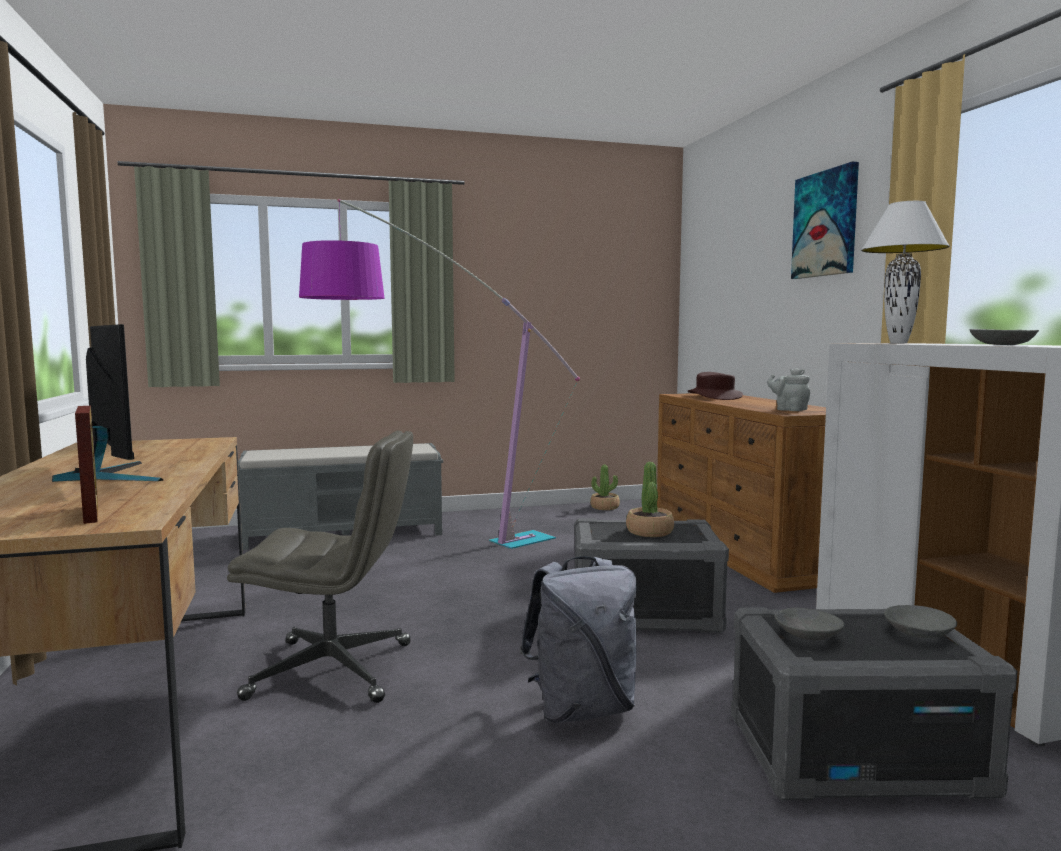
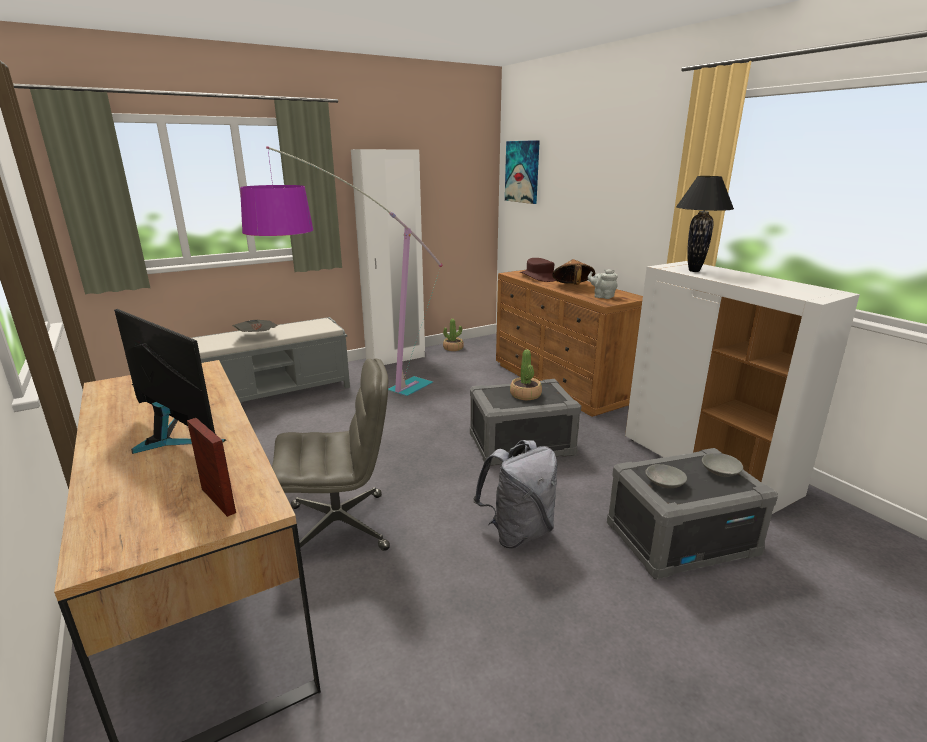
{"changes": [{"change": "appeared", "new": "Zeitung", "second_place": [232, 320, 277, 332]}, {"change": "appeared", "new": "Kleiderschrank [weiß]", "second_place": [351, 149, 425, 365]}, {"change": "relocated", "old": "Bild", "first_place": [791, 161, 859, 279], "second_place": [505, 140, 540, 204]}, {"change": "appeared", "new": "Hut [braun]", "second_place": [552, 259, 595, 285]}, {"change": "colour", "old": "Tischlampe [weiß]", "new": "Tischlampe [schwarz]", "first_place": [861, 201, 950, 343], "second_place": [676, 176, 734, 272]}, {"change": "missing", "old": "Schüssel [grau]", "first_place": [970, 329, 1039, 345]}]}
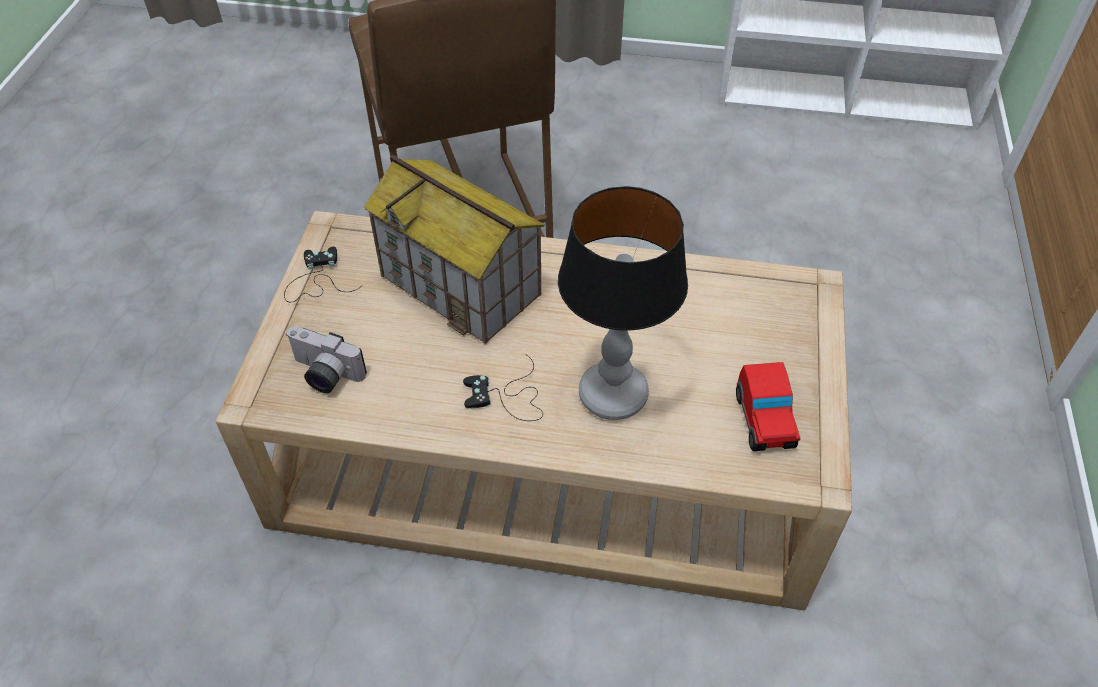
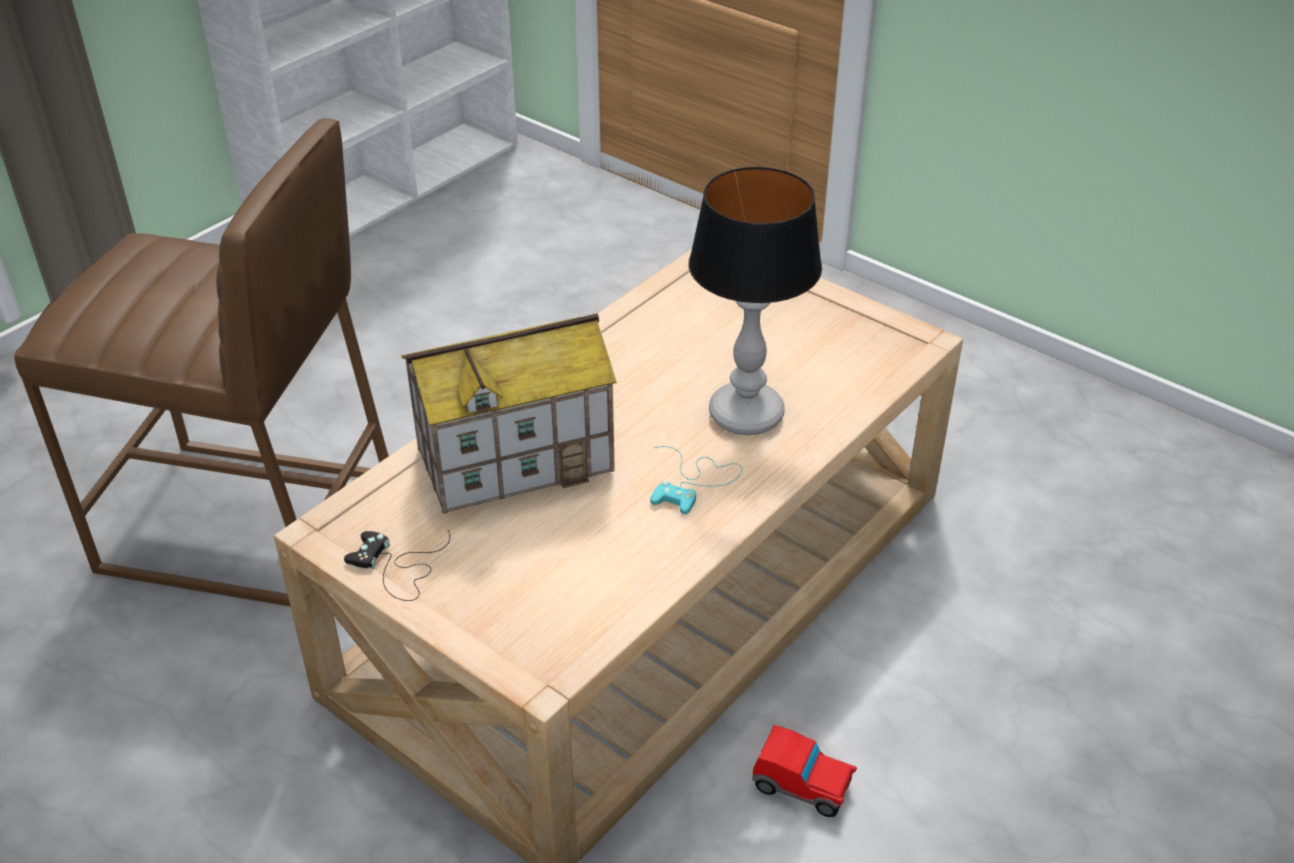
{"changes": [{"change": "colour", "old": "Gamepad [schwarz]", "new": "Gamepad [türkis]", "first_place": [463, 355, 543, 421], "second_place": [650, 446, 742, 515]}, {"change": "relocated", "old": "Spielzeugauto", "first_place": [736, 362, 800, 451], "second_place": [752, 725, 857, 817]}, {"change": "missing", "old": "Kamera", "first_place": [287, 326, 367, 393]}]}
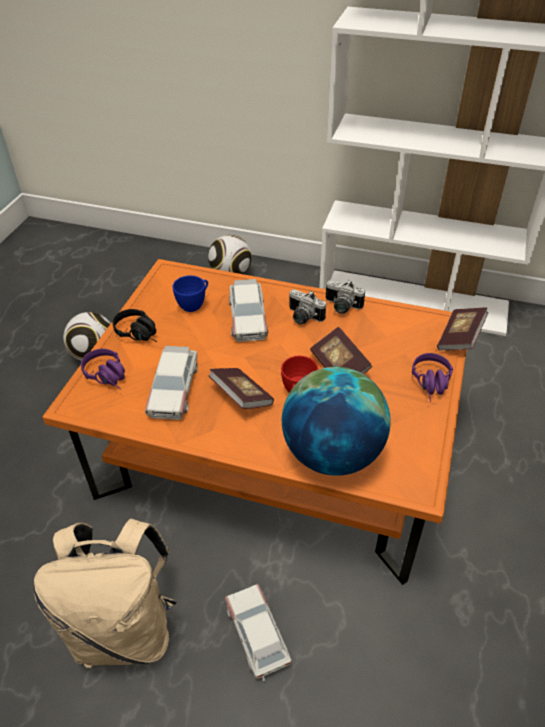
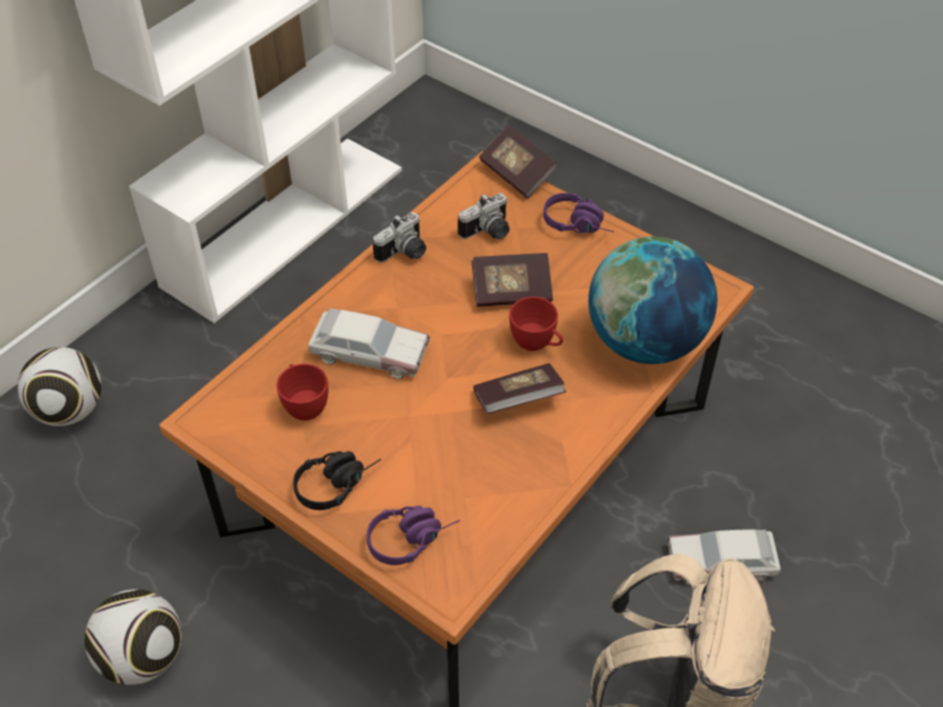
{"changes": [{"change": "colour", "old": "Tasse [blau]", "new": "Tasse [rot]", "first_place": [172, 275, 208, 312], "second_place": [276, 364, 328, 421]}, {"change": "relocated", "old": "Kamera", "first_place": [289, 289, 326, 325], "second_place": [458, 193, 510, 239]}, {"change": "missing", "old": "Spielzeugauto", "first_place": [145, 346, 198, 420]}]}
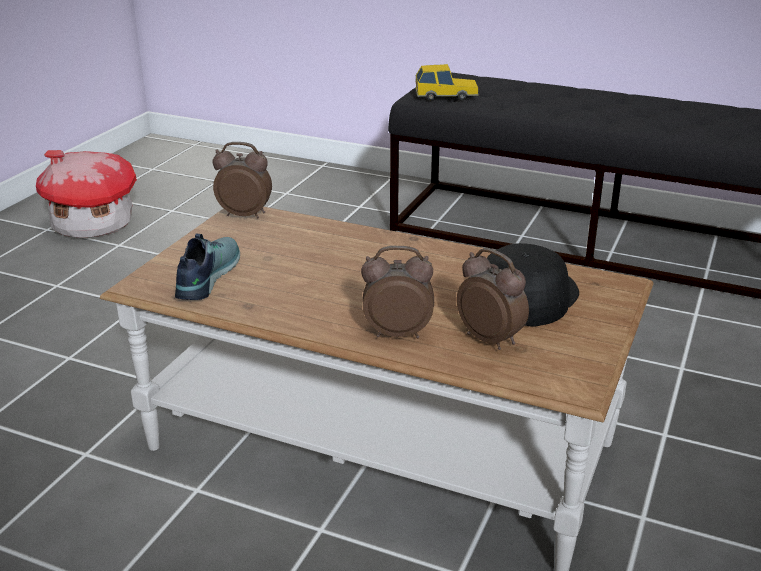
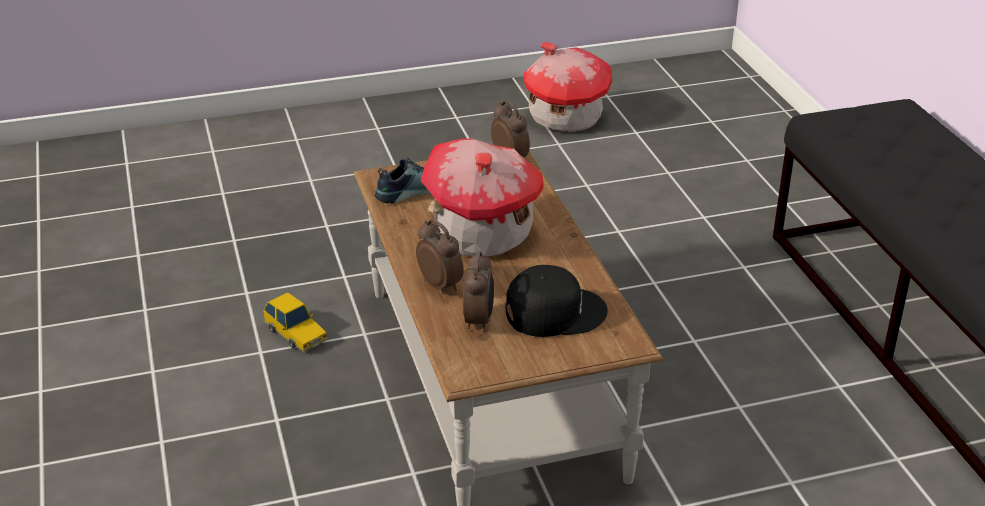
{"changes": [{"change": "relocated", "old": "Spielzeugauto", "first_place": [415, 64, 479, 100], "second_place": [263, 292, 328, 352]}, {"change": "appeared", "new": "Spielzeughaus", "second_place": [421, 139, 544, 256]}]}
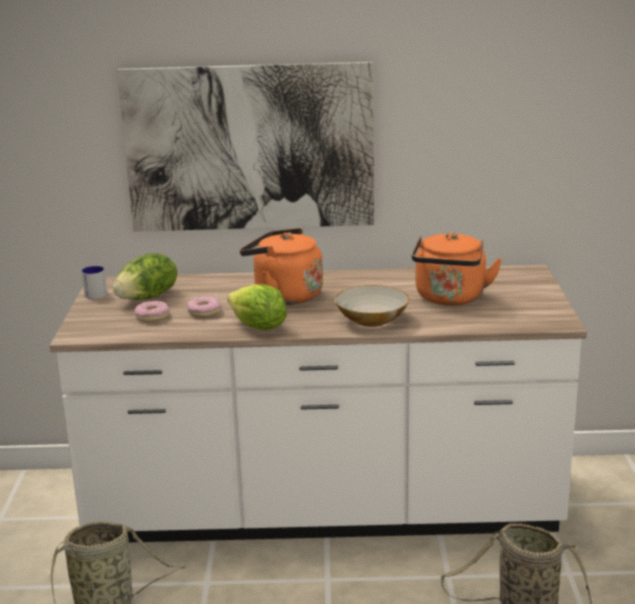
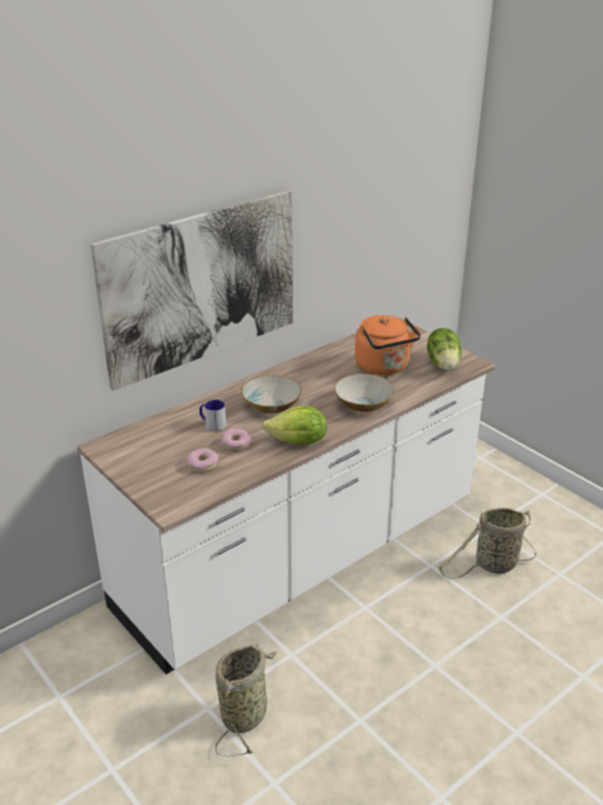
{"changes": [{"change": "relocated", "old": "Henkelbecher", "first_place": [82, 266, 107, 299], "second_place": [199, 400, 226, 431]}, {"change": "exchanged", "old": "Wasserkessel [orange]", "new": "Schüssel", "first_place": [240, 228, 323, 305], "second_place": [241, 375, 302, 413]}, {"change": "relocated", "old": "Salatkopf", "first_place": [113, 253, 177, 300], "second_place": [427, 328, 461, 371]}]}
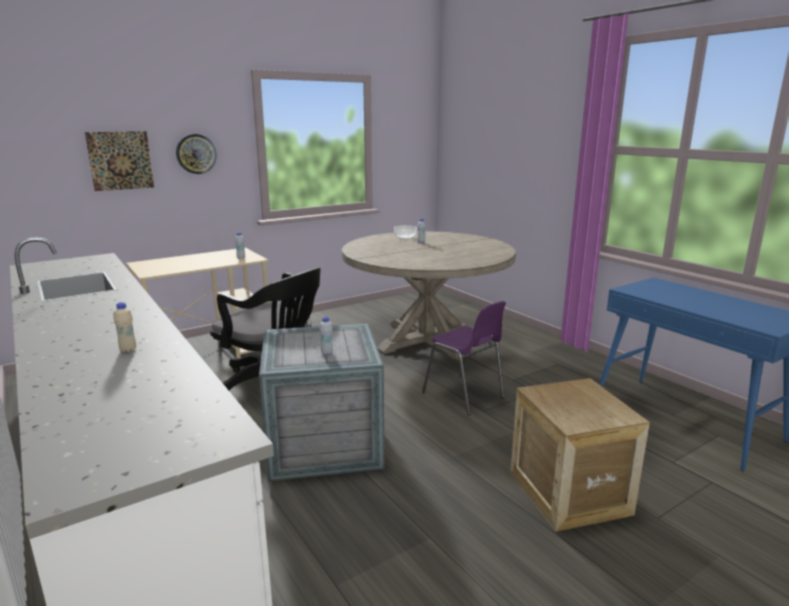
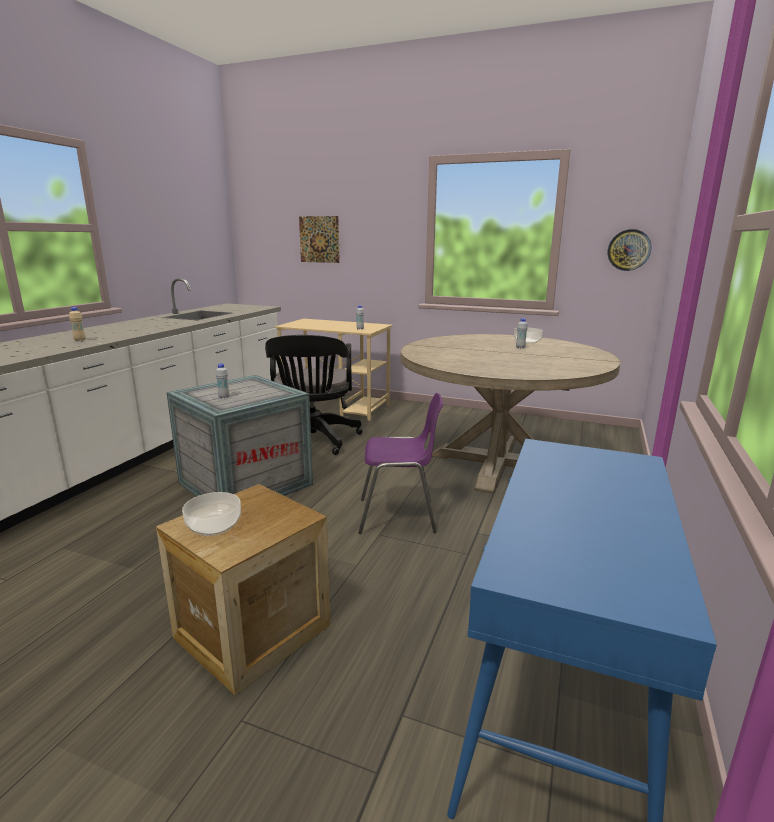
{"changes": [{"change": "appeared", "new": "Schüssel", "second_place": [182, 492, 241, 536]}, {"change": "spun", "old": "Stuhl [lila]", "first_place": [422, 301, 506, 415], "second_place": [358, 393, 443, 534], "degrees": -105}, {"change": "relocated", "old": "Wanduhr", "first_place": [176, 134, 217, 174], "second_place": [607, 229, 651, 271]}]}
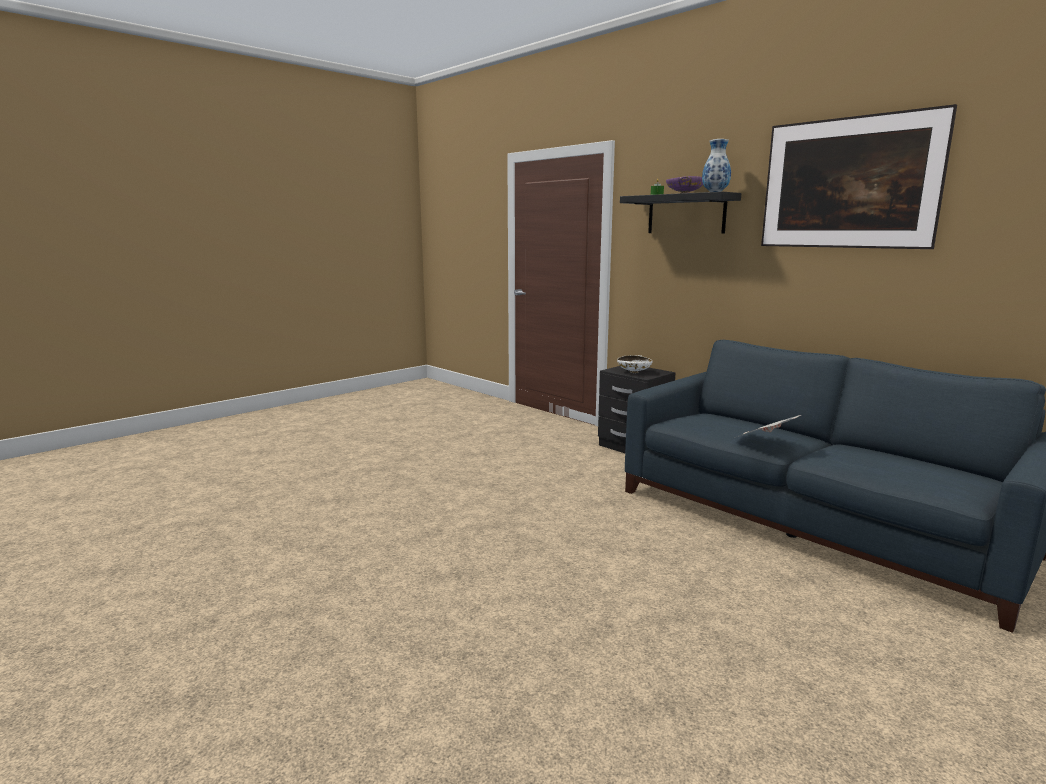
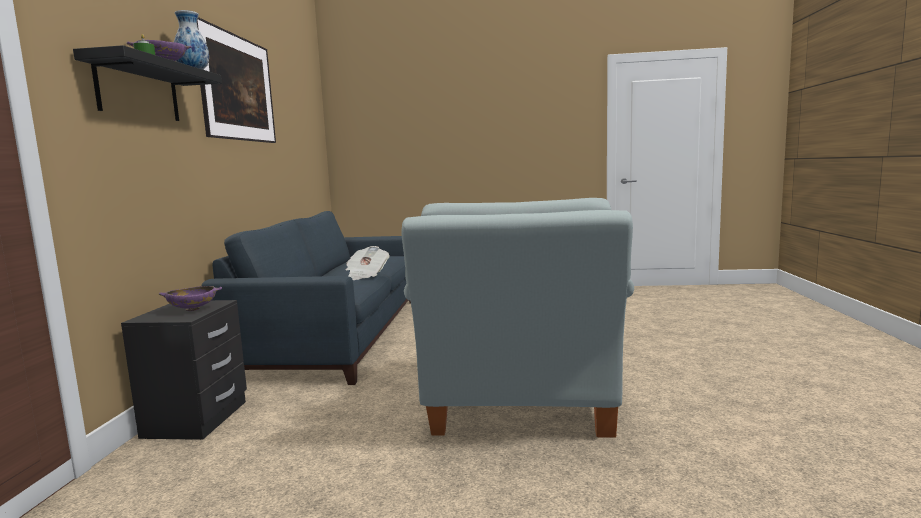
{"changes": [{"change": "colour", "old": "Schüssel [weiß]", "new": "Schüssel [lila]", "first_place": [617, 355, 653, 373], "second_place": [159, 286, 222, 311]}, {"change": "appeared", "new": "Sessel [grau]", "second_place": [402, 198, 634, 438]}]}
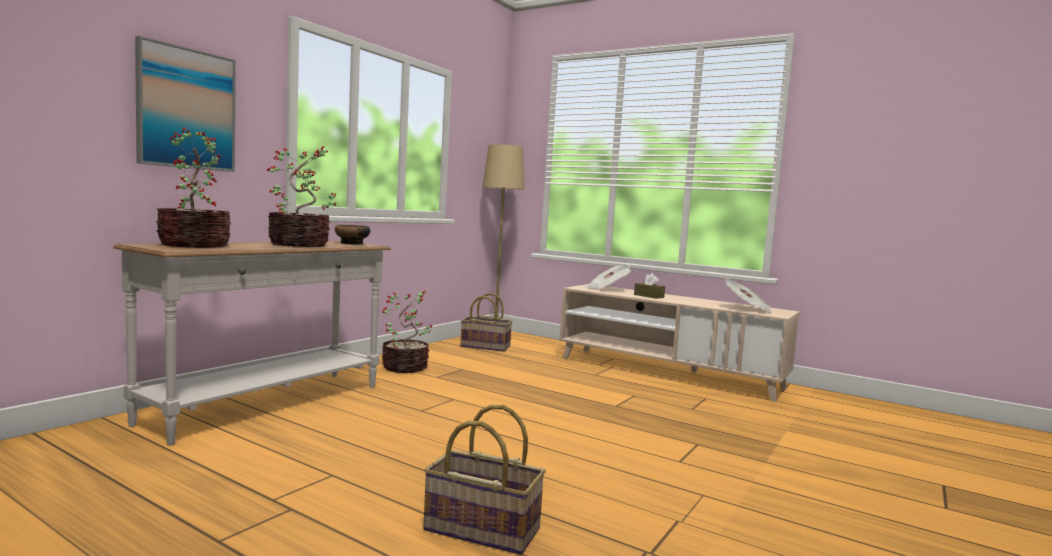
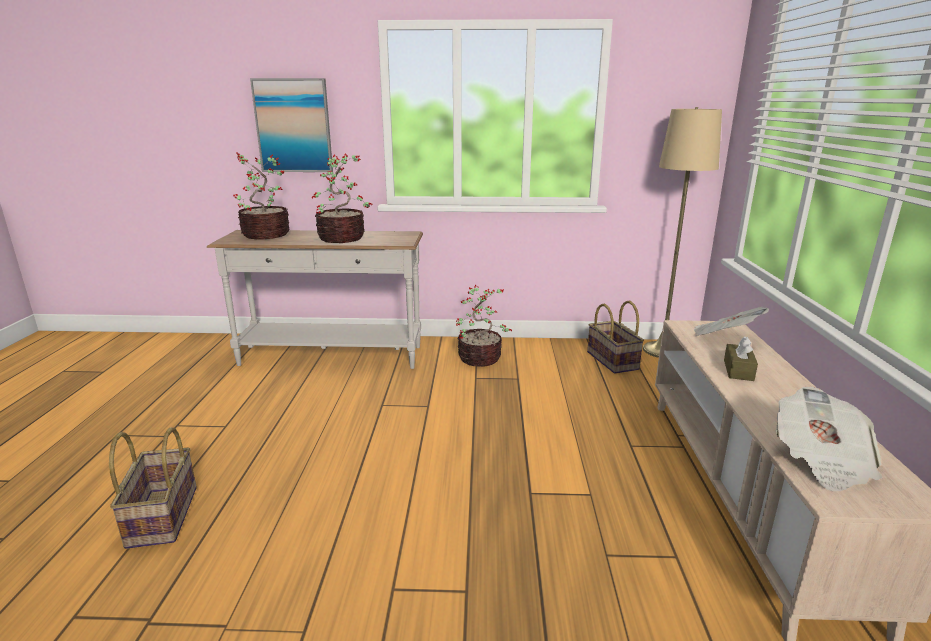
{"changes": [{"change": "missing", "old": "Schüssel", "first_place": [335, 225, 370, 244]}]}
